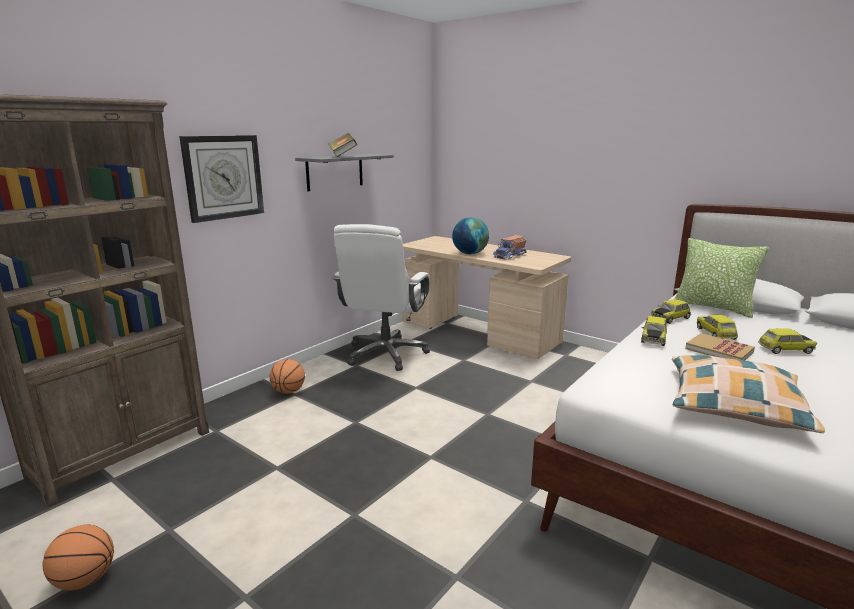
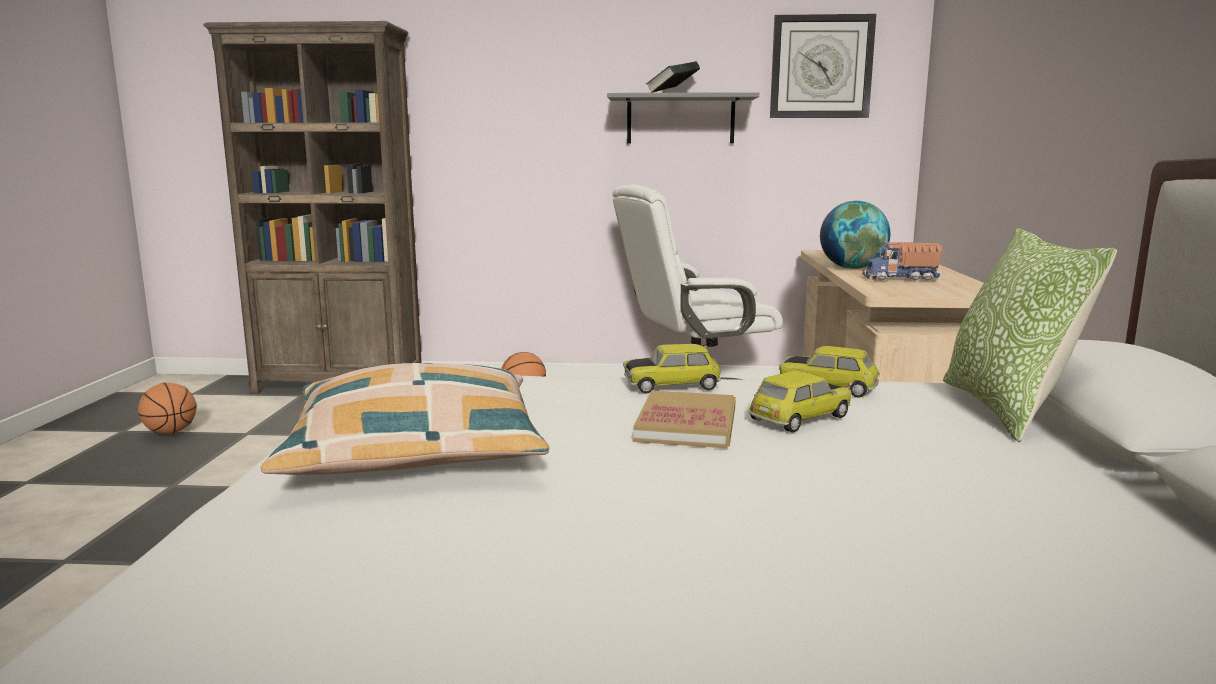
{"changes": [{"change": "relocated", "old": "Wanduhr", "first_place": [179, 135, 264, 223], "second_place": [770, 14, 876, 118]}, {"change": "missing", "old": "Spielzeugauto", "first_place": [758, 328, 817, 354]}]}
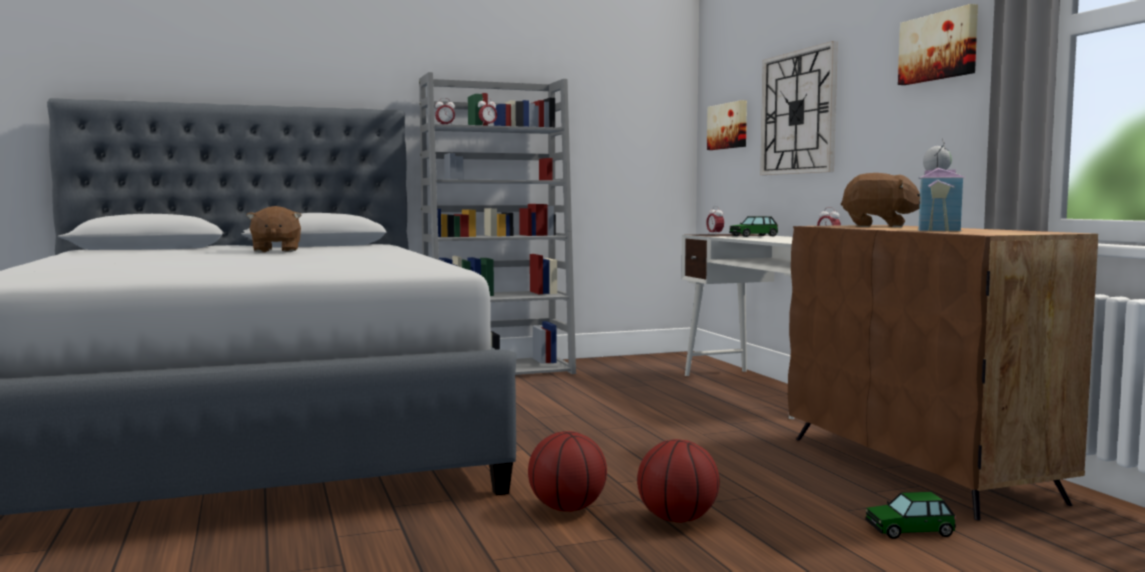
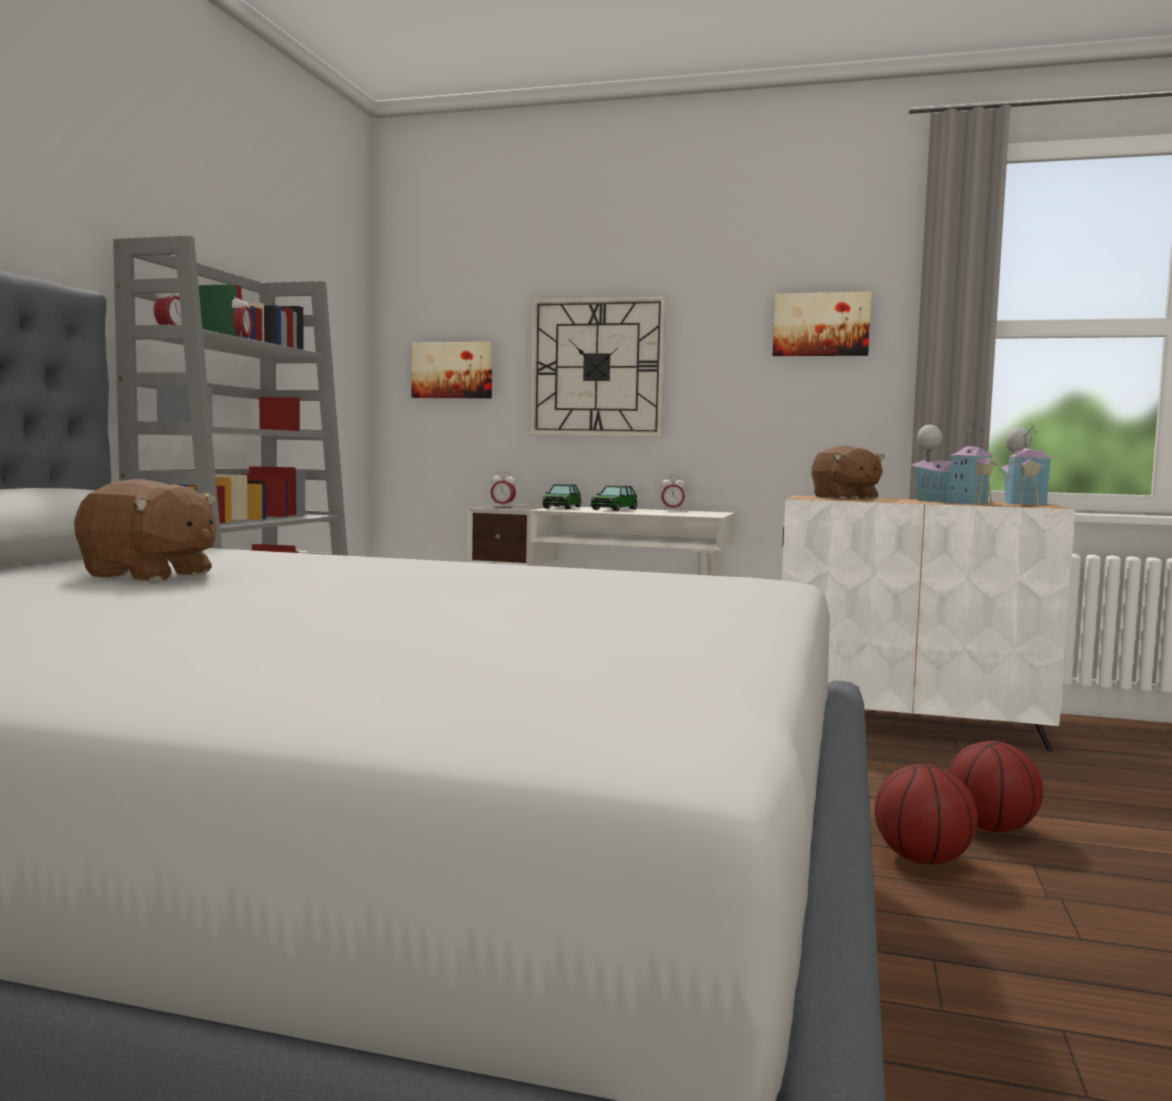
{"changes": [{"change": "relocated", "old": "Spielzeugauto", "first_place": [865, 492, 956, 539], "second_place": [591, 485, 637, 511]}, {"change": "colour", "old": "Schrank [braun]", "new": "Schrank [weiß]", "first_place": [788, 225, 1098, 521], "second_place": [782, 495, 1075, 752]}, {"change": "spun", "old": "Plüschtier [braun]", "first_place": [841, 173, 920, 227], "second_place": [812, 446, 885, 500], "degrees": 105}, {"change": "appeared", "new": "Spielzeughaus", "second_place": [1001, 422, 1054, 505]}]}
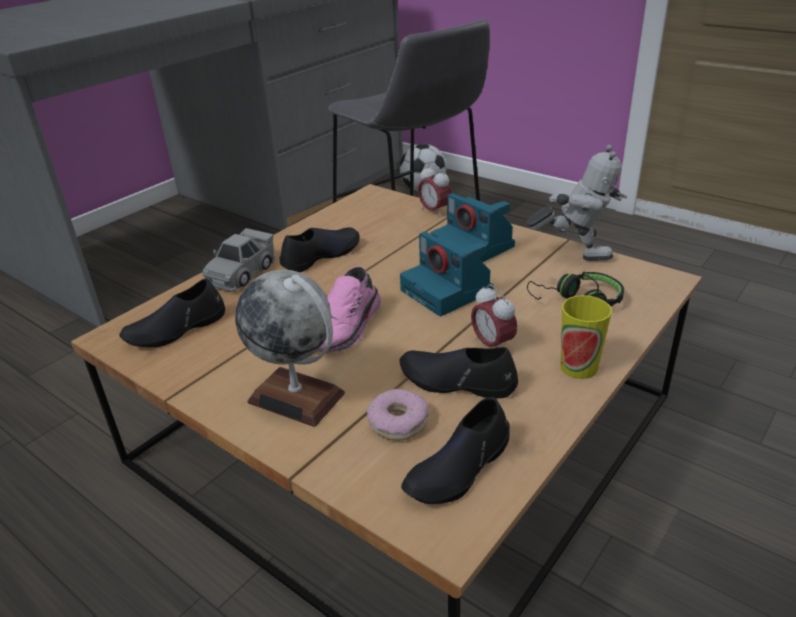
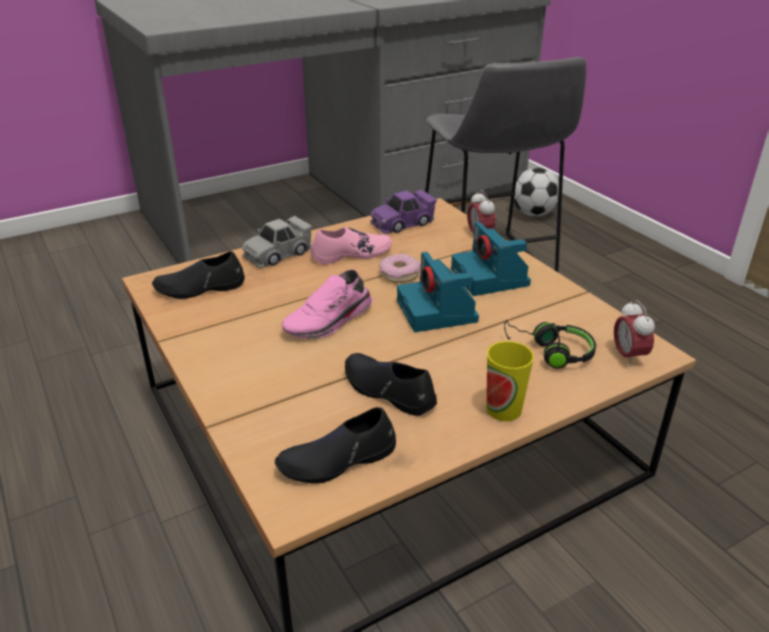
{"changes": [{"change": "colour", "old": "Schuh [schwarz]", "new": "Schuh [rosa]", "first_place": [279, 228, 360, 272], "second_place": [311, 227, 392, 265]}, {"change": "appeared", "new": "Spielzeugauto [lila]", "second_place": [370, 189, 437, 234]}, {"change": "relocated", "old": "Donut", "first_place": [367, 389, 429, 441], "second_place": [379, 254, 421, 283]}, {"change": "relocated", "old": "Wecker", "first_place": [471, 284, 517, 348], "second_place": [614, 300, 655, 367]}, {"change": "missing", "old": "Globus", "first_place": [235, 270, 345, 427]}, {"change": "missing", "old": "Spielzeugroboter", "first_place": [526, 145, 627, 261]}]}
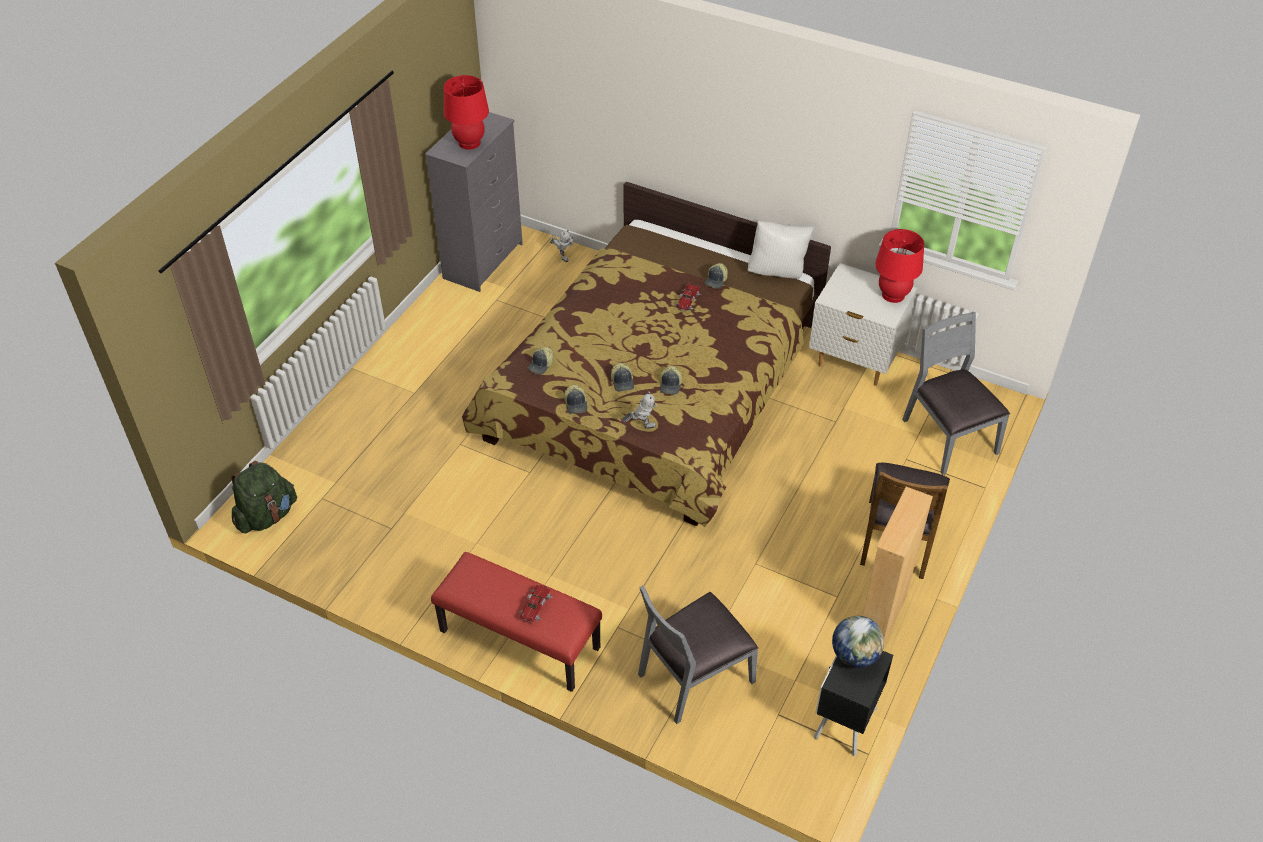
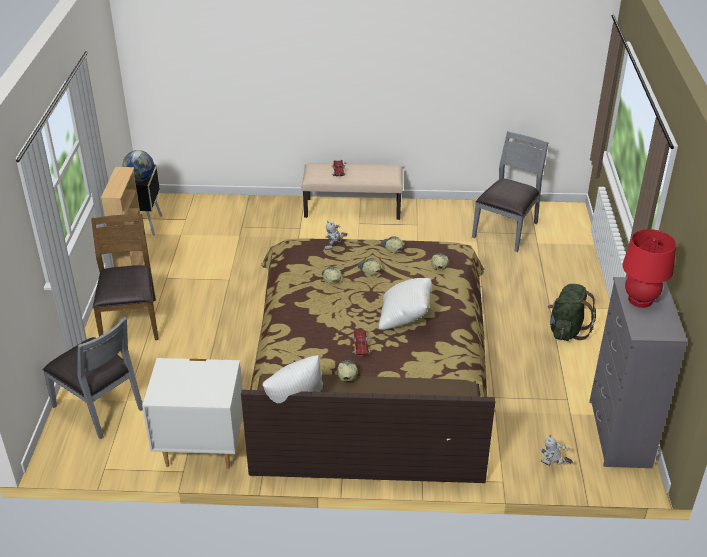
{"changes": [{"change": "colour", "old": "Bank [rot]", "new": "Bank [beige]", "first_place": [431, 552, 602, 692], "second_place": [302, 163, 403, 220]}, {"change": "appeared", "new": "Kissen [weiß]", "second_place": [379, 278, 432, 330]}, {"change": "relocated", "old": "Stuhl [grau]", "first_place": [638, 585, 758, 724], "second_place": [472, 131, 549, 252]}, {"change": "relocated", "old": "Rucksack [grün]", "first_place": [231, 461, 297, 533], "second_place": [548, 284, 596, 341]}, {"change": "missing", "old": "Tischlampe [rot]", "first_place": [875, 229, 924, 303]}]}
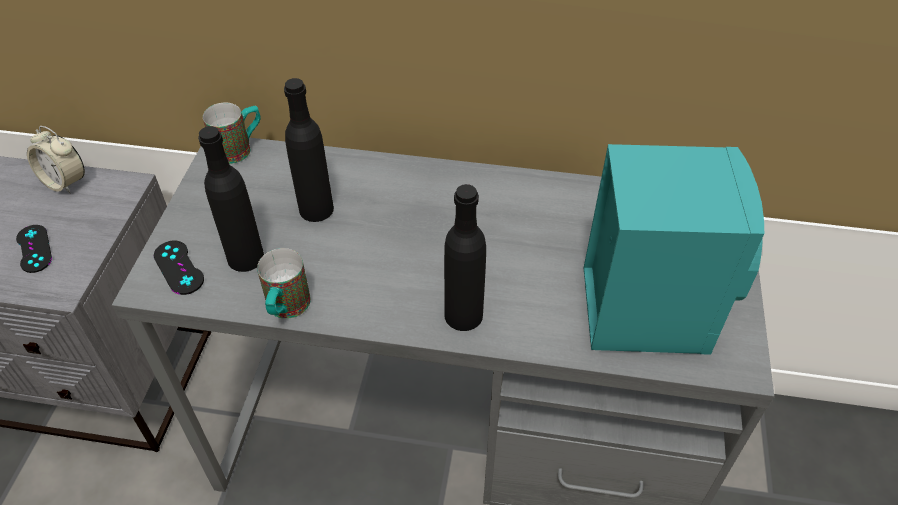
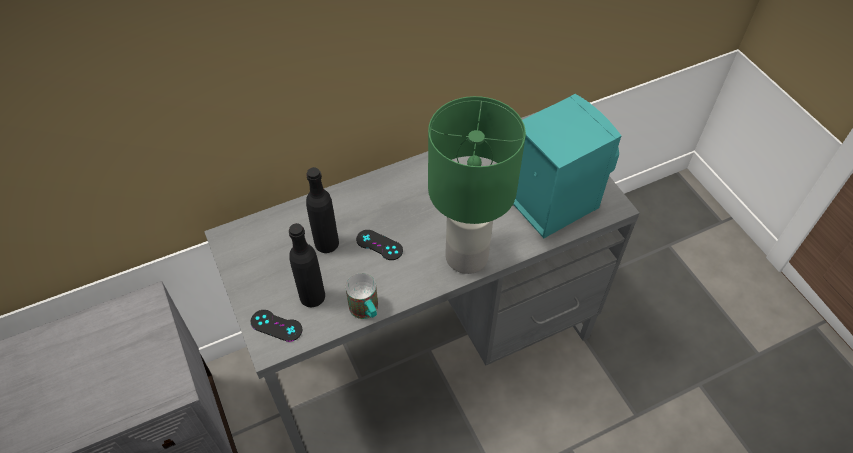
{"changes": [{"change": "relocated", "old": "Gamepad [schwarz]", "first_place": [16, 225, 52, 273], "second_place": [356, 230, 403, 260]}, {"change": "exchanged", "old": "Flasche [schwarz]", "new": "Tischlampe [grün]", "first_place": [444, 184, 486, 331], "second_place": [428, 96, 526, 274]}, {"change": "missing", "old": "Wecker", "first_place": [27, 126, 85, 194]}, {"change": "missing", "old": "Henkelbecher", "first_place": [203, 103, 261, 164]}]}
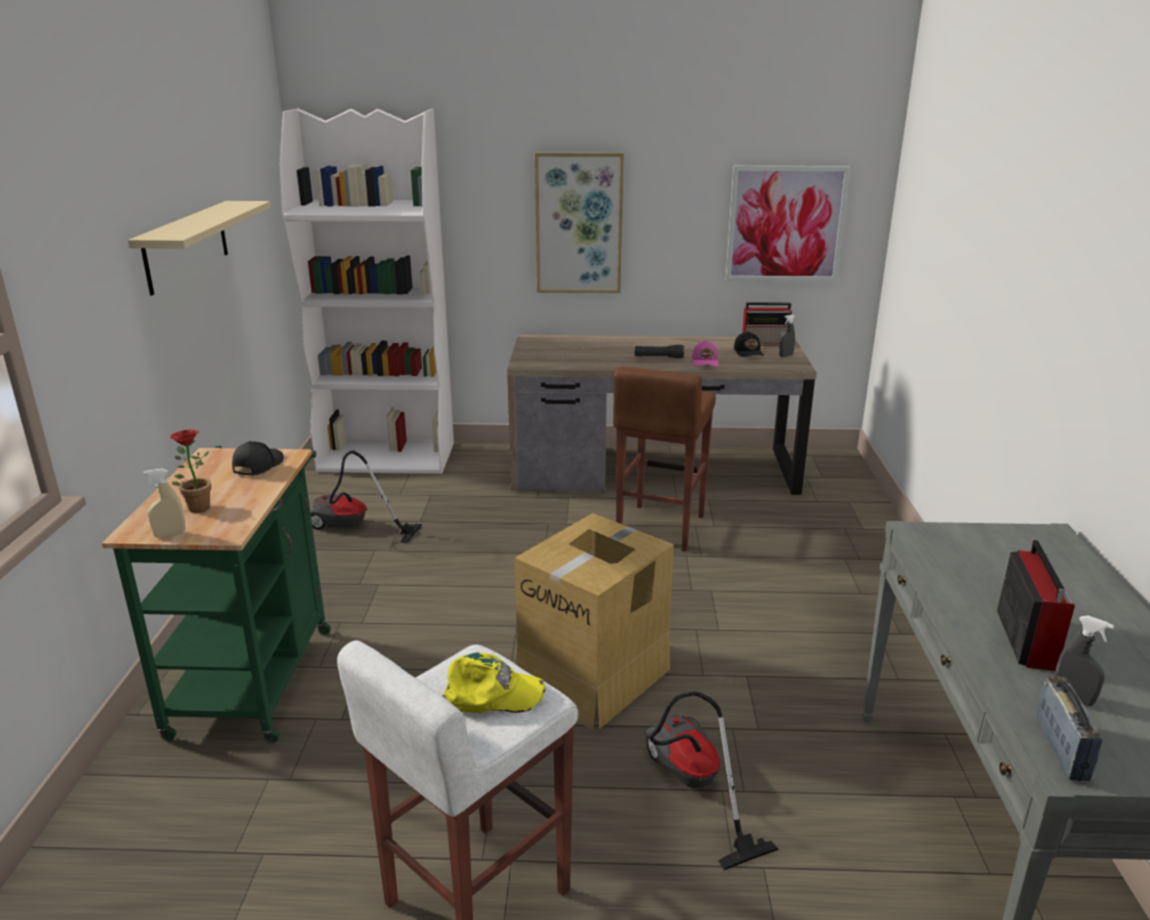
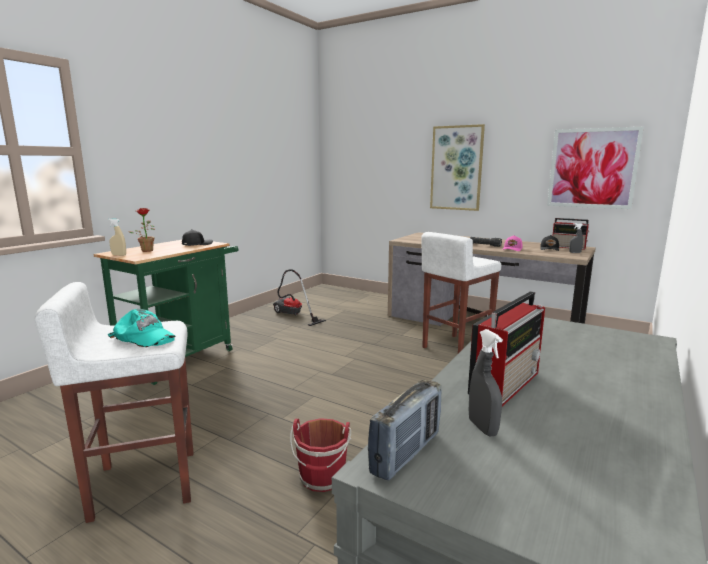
{"changes": [{"change": "colour", "old": "Kappe [gelb]", "new": "Kappe [türkis]", "first_place": [442, 652, 545, 713], "second_place": [108, 309, 175, 347]}, {"change": "exchanged", "old": "Staubsauger", "new": "Eimer [rot]", "first_place": [643, 691, 779, 870], "second_place": [290, 418, 351, 492]}, {"change": "colour", "old": "Hocker [braun]", "new": "Hocker [weiß]", "first_place": [613, 367, 716, 552], "second_place": [421, 232, 501, 354]}, {"change": "missing", "old": "Wandregal [beige]", "first_place": [128, 201, 271, 295]}, {"change": "missing", "old": "Bücherregal [weiß]", "first_place": [280, 109, 454, 474]}, {"change": "missing", "old": "Karton", "first_place": [514, 513, 674, 730]}]}
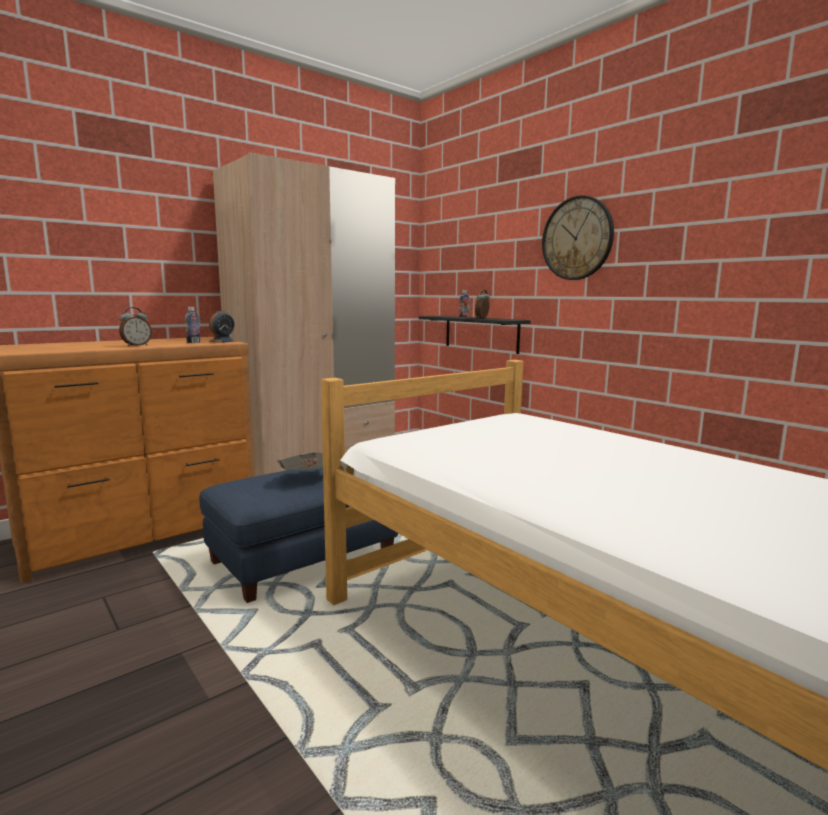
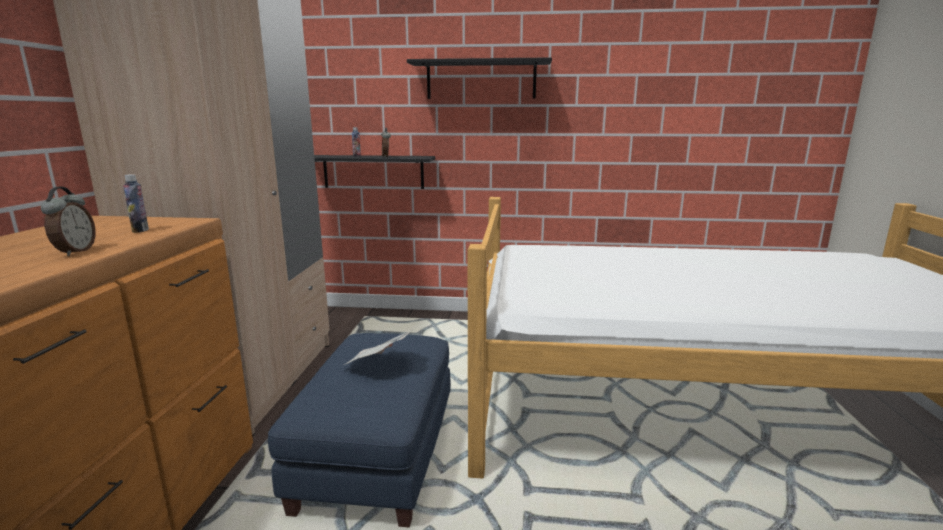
{"changes": [{"change": "exchanged", "old": "Wanduhr", "new": "Wandregal [schwarz]", "first_place": [542, 195, 614, 280], "second_place": [407, 57, 552, 99]}, {"change": "missing", "old": "Wecker", "first_place": [209, 311, 237, 343]}]}
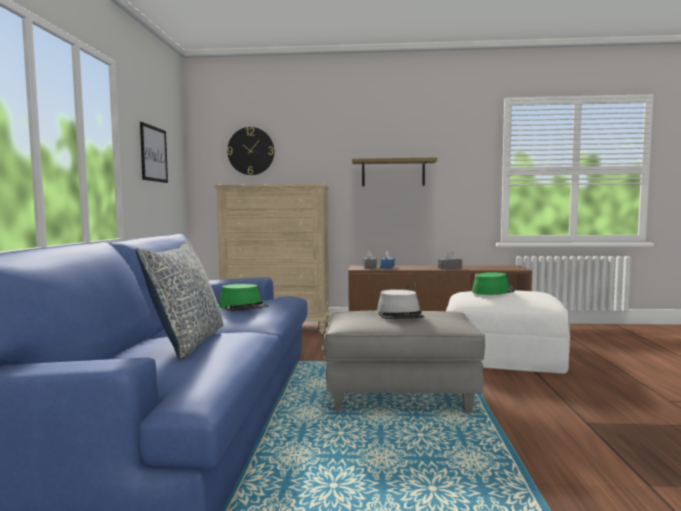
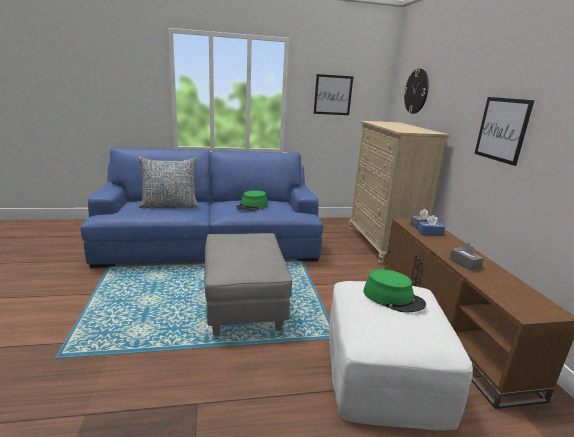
{"changes": [{"change": "exchanged", "old": "Wandregal", "new": "Bild", "first_place": [352, 157, 437, 186], "second_place": [474, 97, 534, 166]}, {"change": "missing", "old": "Hut [grau]", "first_place": [377, 289, 424, 319]}]}
